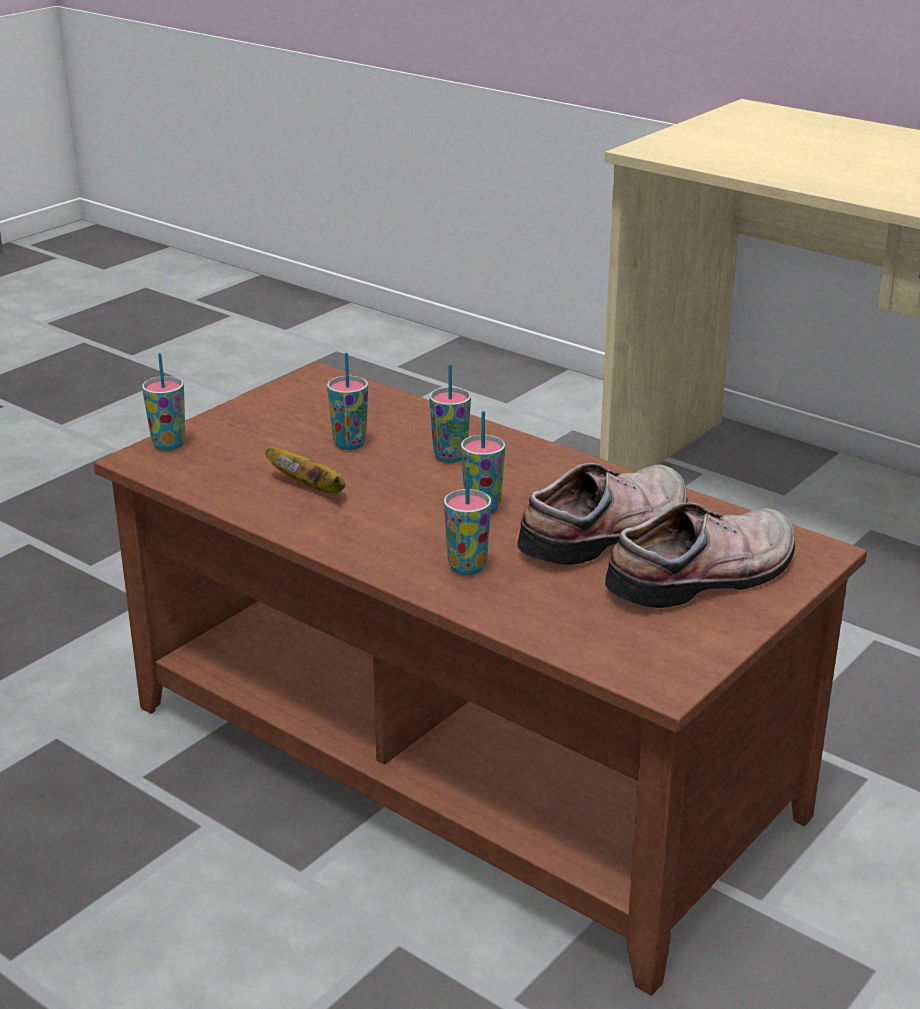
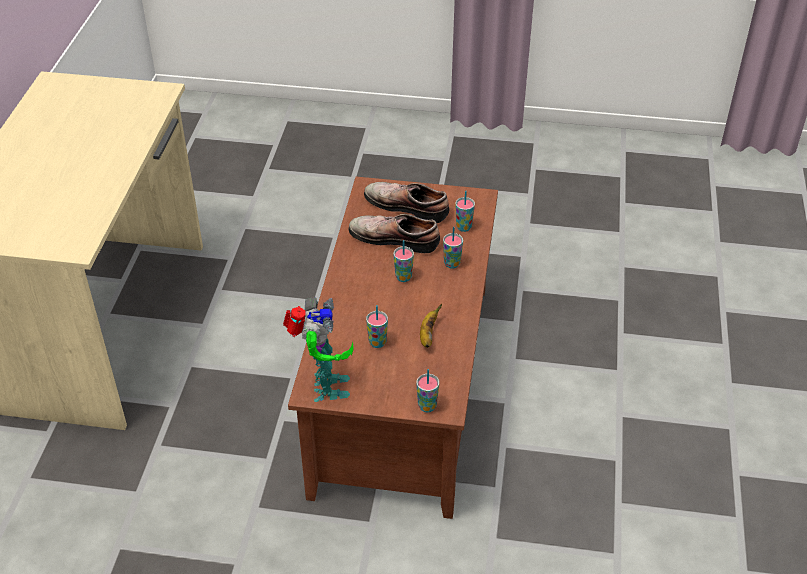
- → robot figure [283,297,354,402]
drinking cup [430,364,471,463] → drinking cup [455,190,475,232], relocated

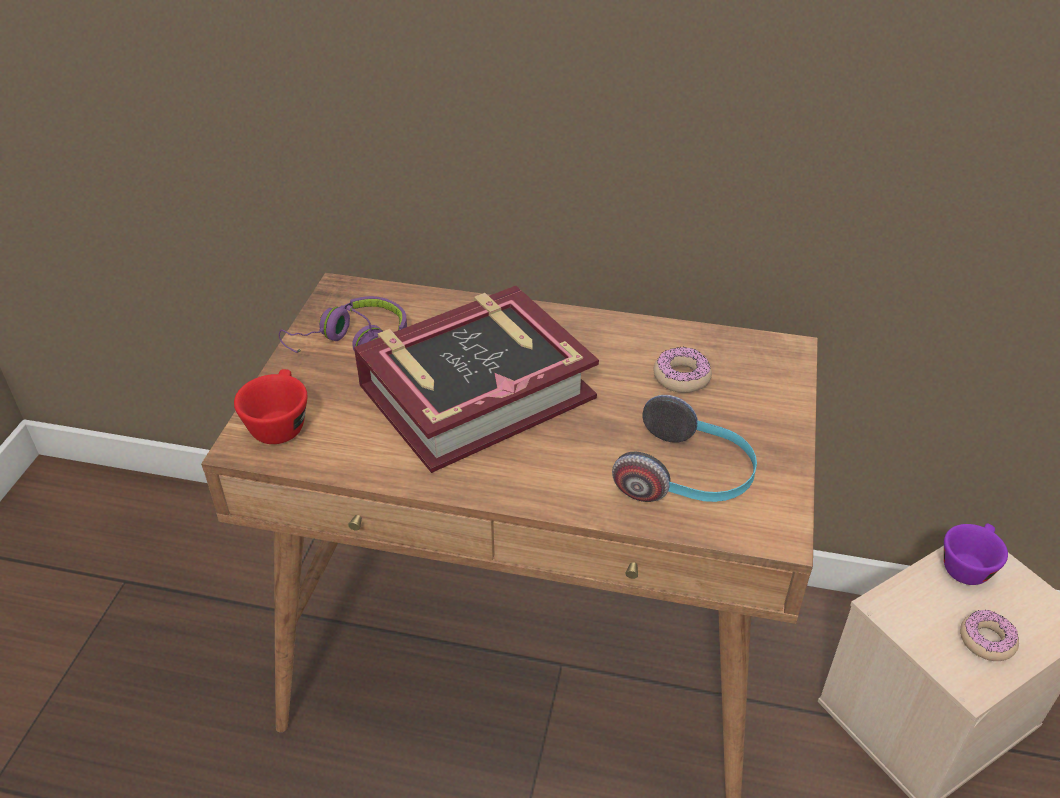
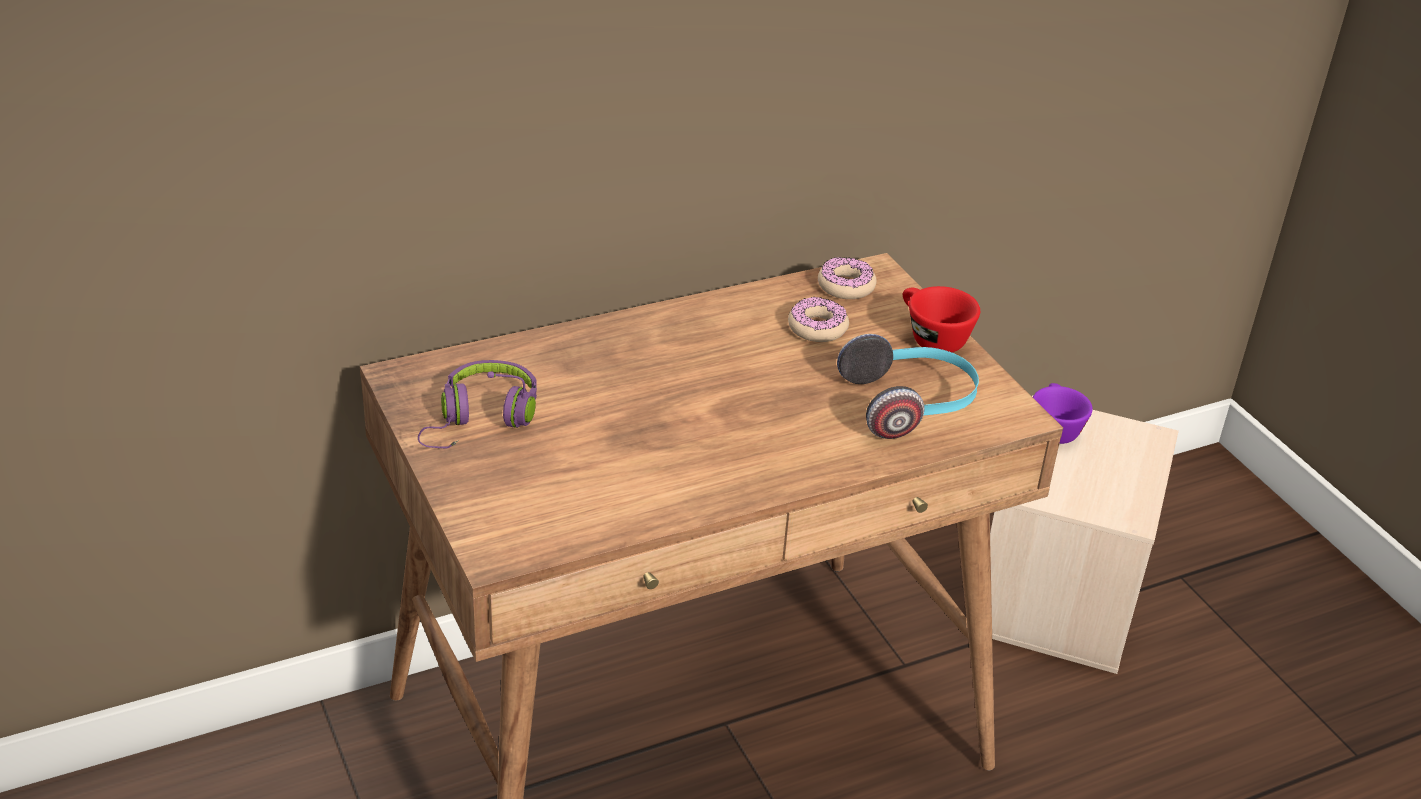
ring doughnut [960,609,1019,661] → ring doughnut [818,257,877,299], relocated
red-coloured drinking cup [234,369,307,444] → red-coloured drinking cup [903,286,980,352], relocated
volume [354,286,599,473] → -

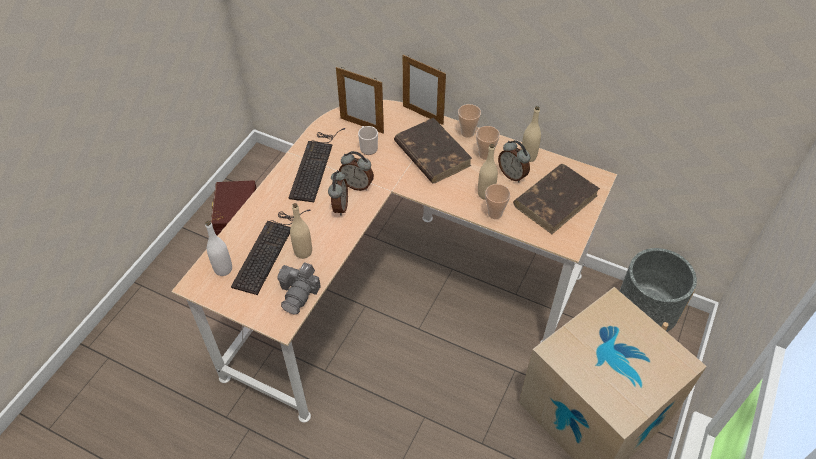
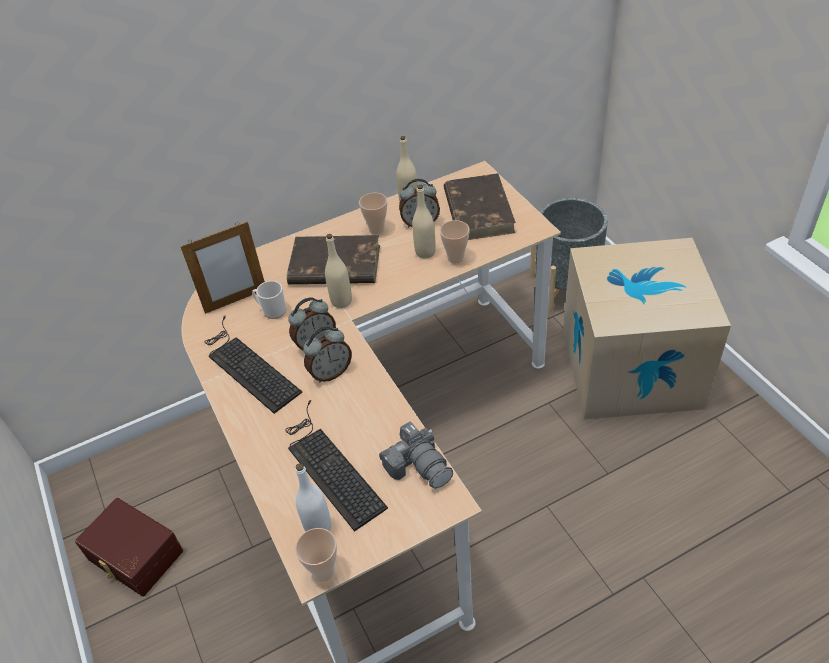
drinking cup [458,104,481,138] → drinking cup [295,528,337,582], relocated
alarm clock [328,170,348,216] → alarm clock [303,326,352,383], 105 degrees clockwise
sand-coloured drink bottle [290,203,312,259] → sand-coloured drink bottle [325,234,352,308], relocated
photo frame [403,55,446,125] → -

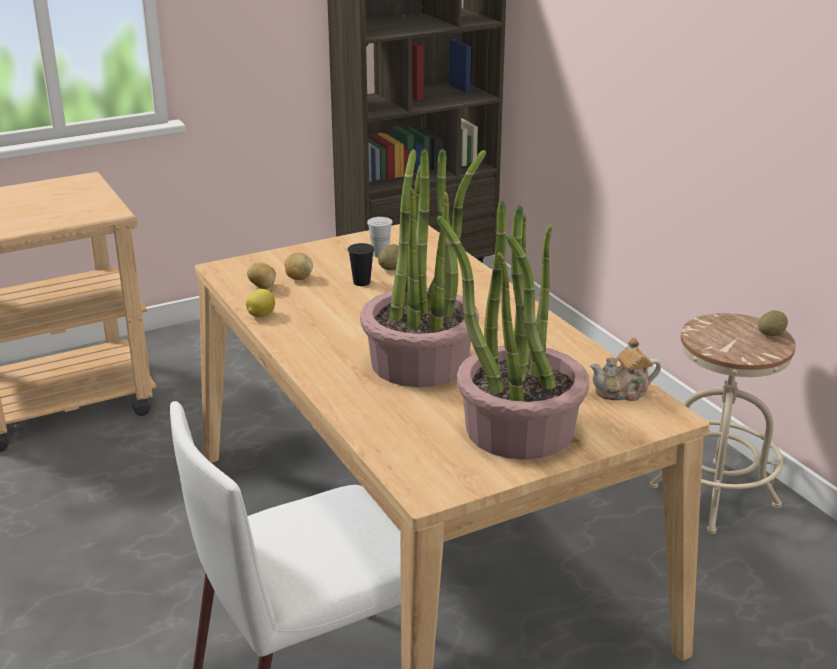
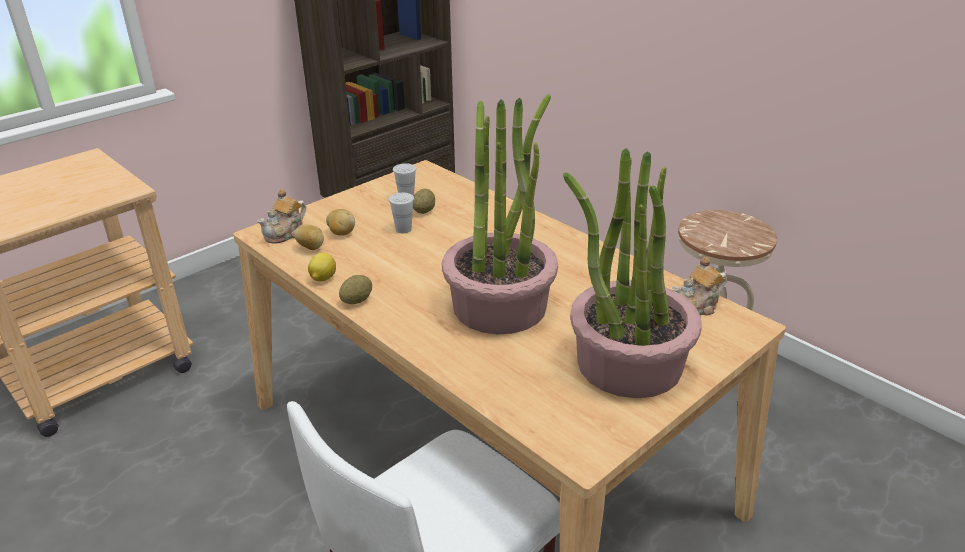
- → pot for tea [257,189,306,244]
potato [758,310,788,336] → potato [339,275,372,304], relocated
black-coloured drinking cup [348,243,374,286] → whitish drinking cup [389,193,414,233]

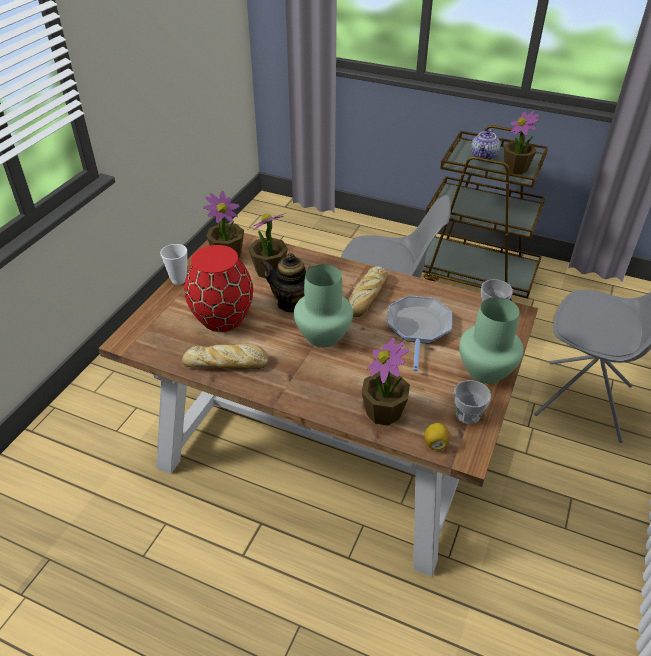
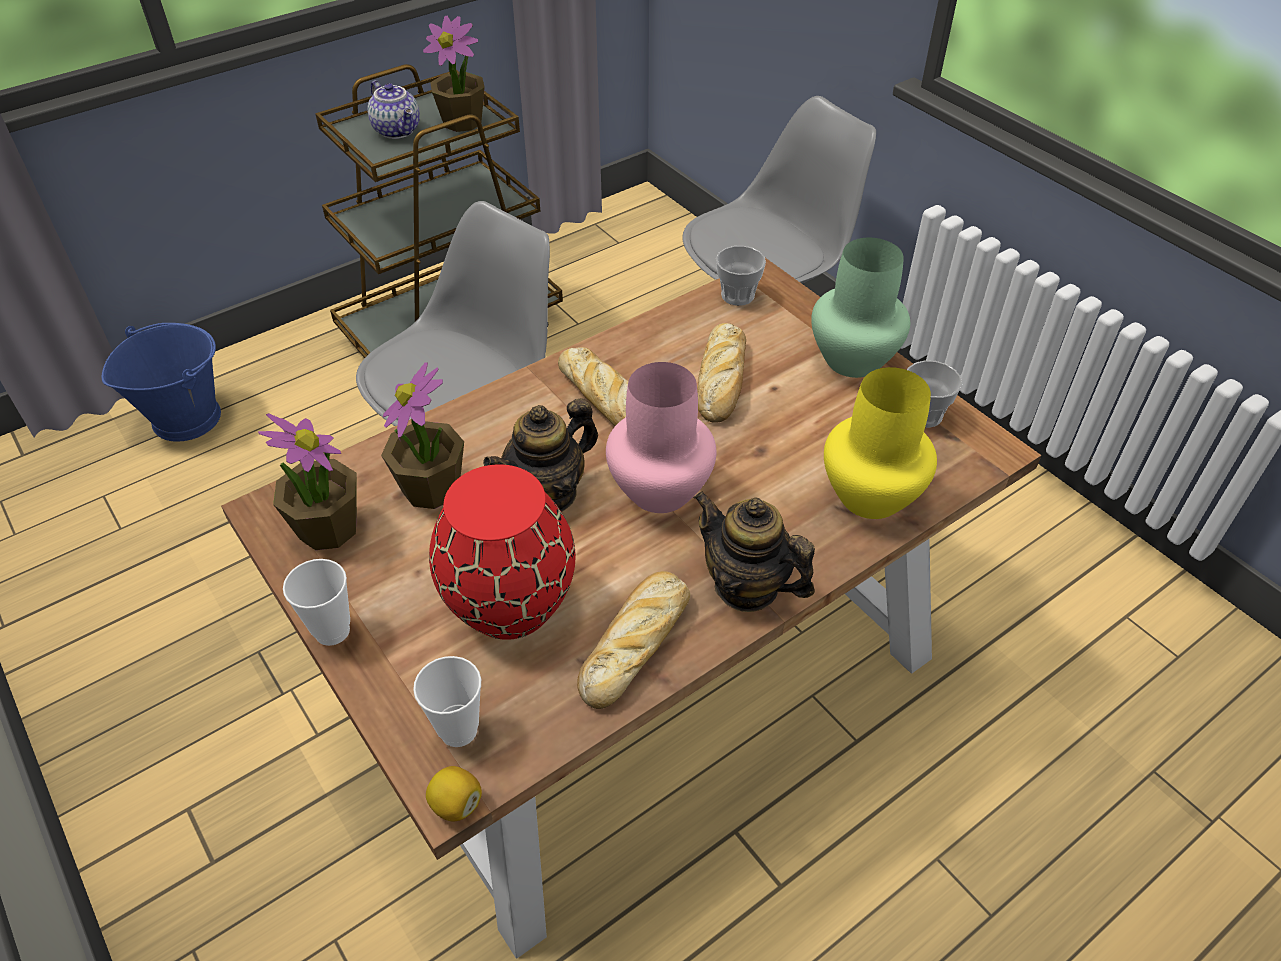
- → bluish bucket [102,323,221,442]
- → drinking cup [413,656,481,747]
whole lemon [424,423,450,450] → whole lemon [426,766,482,821], relocated
green-coloured flower vase [294,264,353,347] → pink-coloured flower vase [606,362,717,513]
- → pot for tea [694,491,815,612]
pan [387,296,452,371] → baked bread [697,323,746,423]
potted plant [361,338,410,426] → yellow flower vase [824,367,937,519]

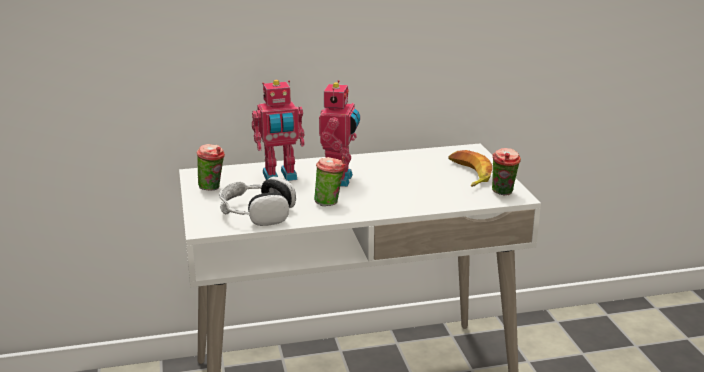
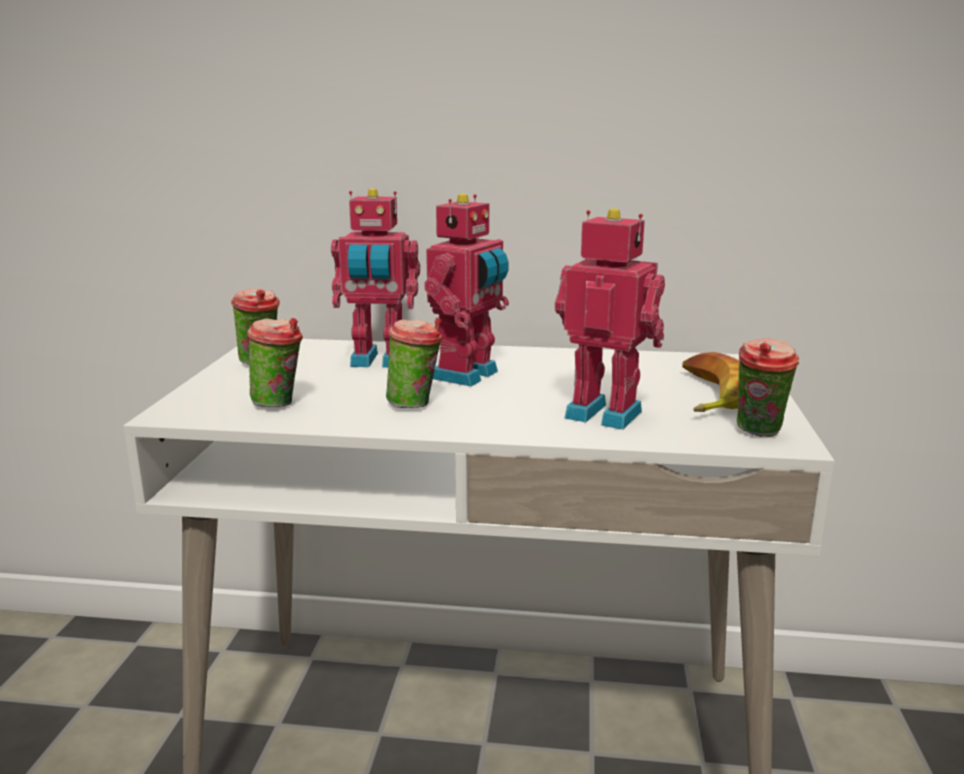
pair of headphones [219,176,296,226] → drinking cup [247,318,303,407]
- → robot figure [555,208,665,430]

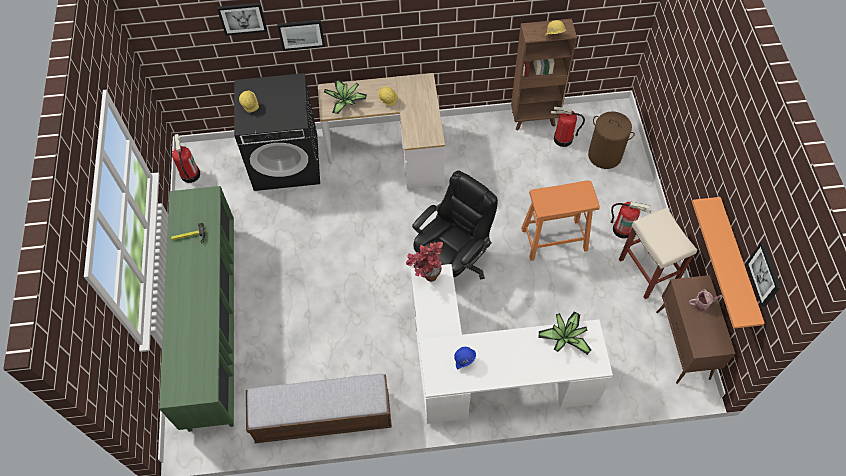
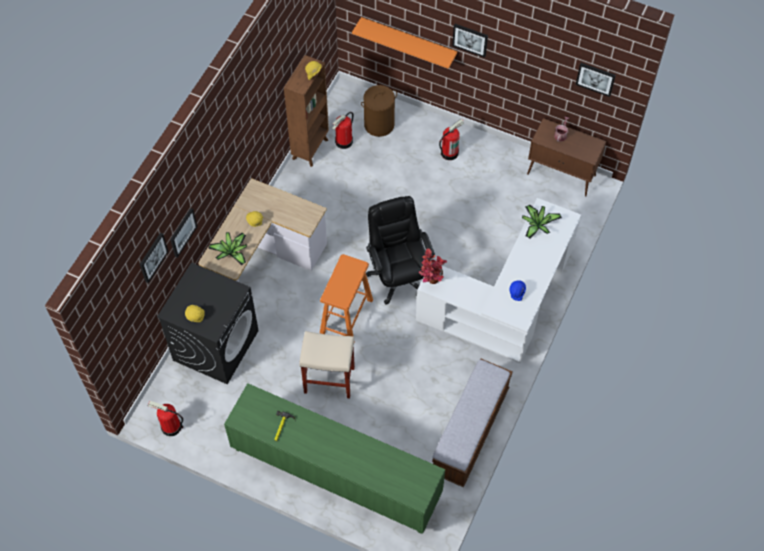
sand-coloured sitting stool [619,208,697,299] → sand-coloured sitting stool [299,331,355,399], relocated
orange sitting stool [521,180,600,261] → orange sitting stool [320,254,373,336], relocated
orange bracket shelf [692,197,765,329] → orange bracket shelf [352,17,457,69], relocated
- → picture [452,24,488,58]

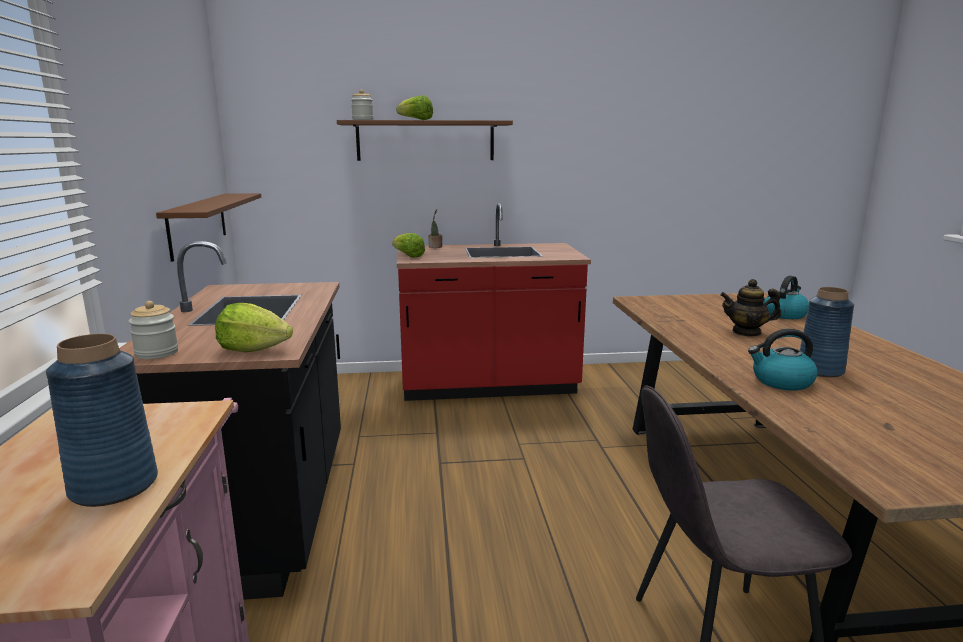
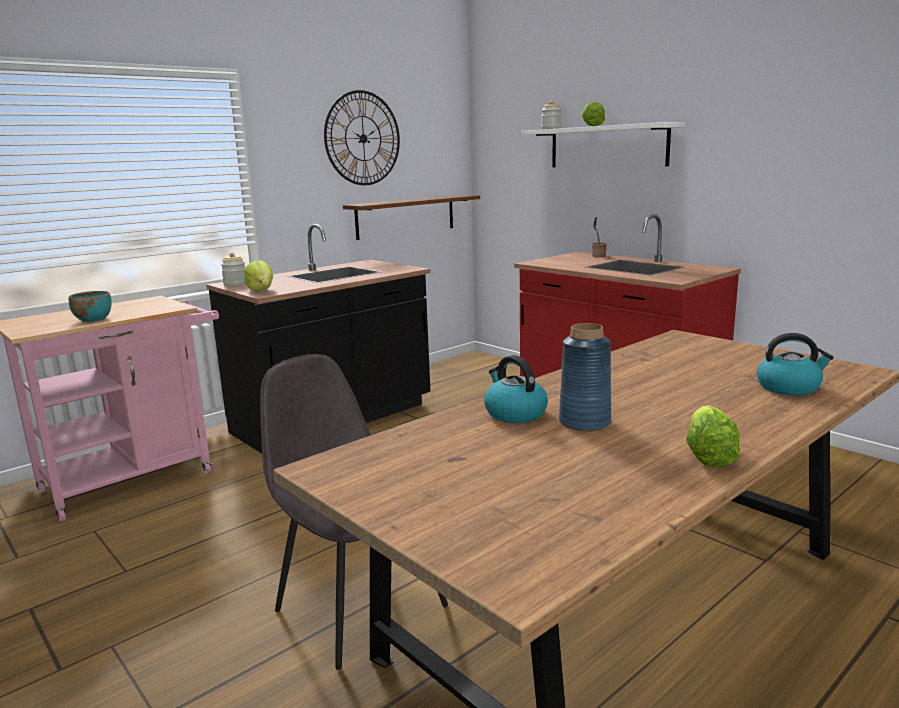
bluish flower vase [46,334,158,507] → turquoise serving bowl [69,291,112,322]
- → clock on the wall [324,90,400,185]
brown-coloured bracket shelf [337,120,513,161] → whitish bracket shelf [521,122,685,167]
head of lettuce [392,233,425,258] → head of lettuce [686,405,740,467], relocated
pot for tea [720,279,781,337] → -

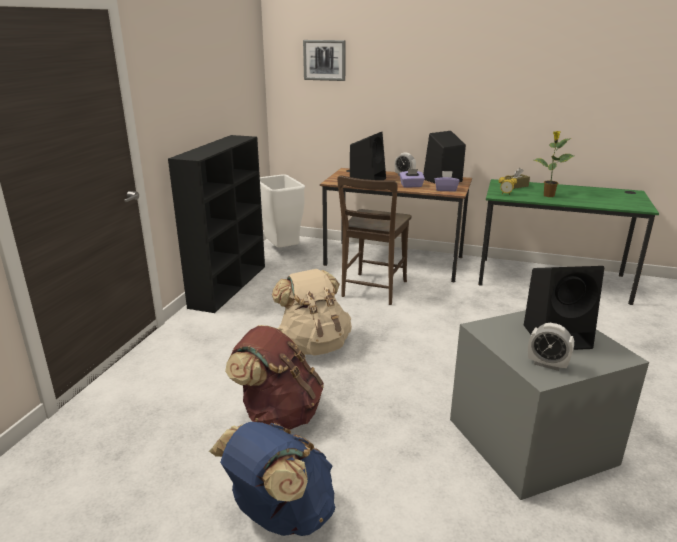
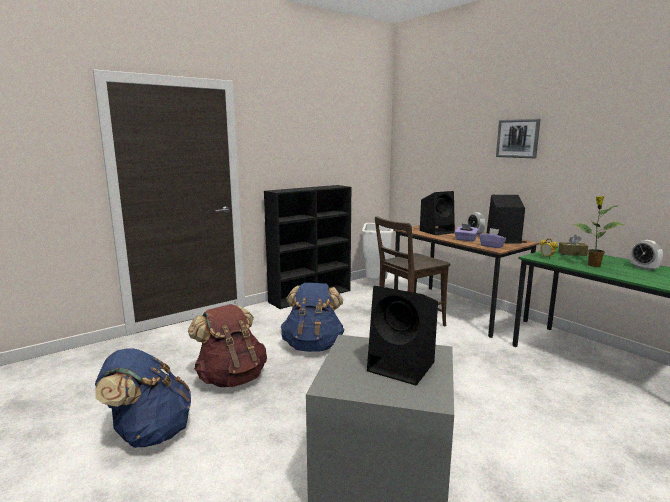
sand-coloured rucksack [272,269,352,356] → bluish rucksack [281,283,345,352]
picture [303,40,346,81] → picture [496,119,541,158], relocated
alarm clock [528,323,574,371] → alarm clock [630,240,663,271], relocated

